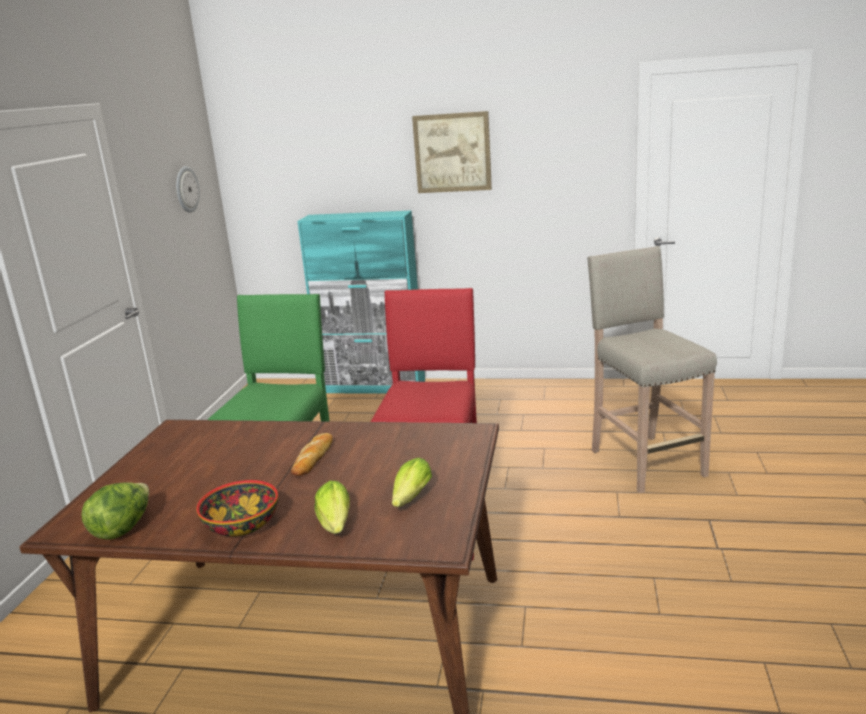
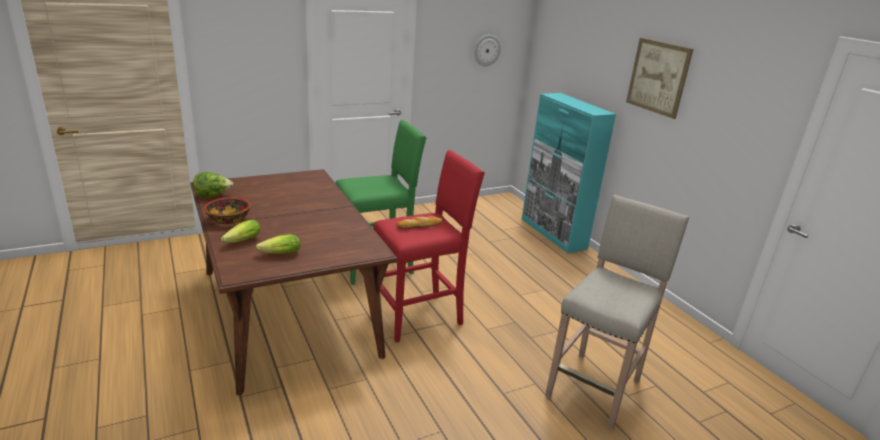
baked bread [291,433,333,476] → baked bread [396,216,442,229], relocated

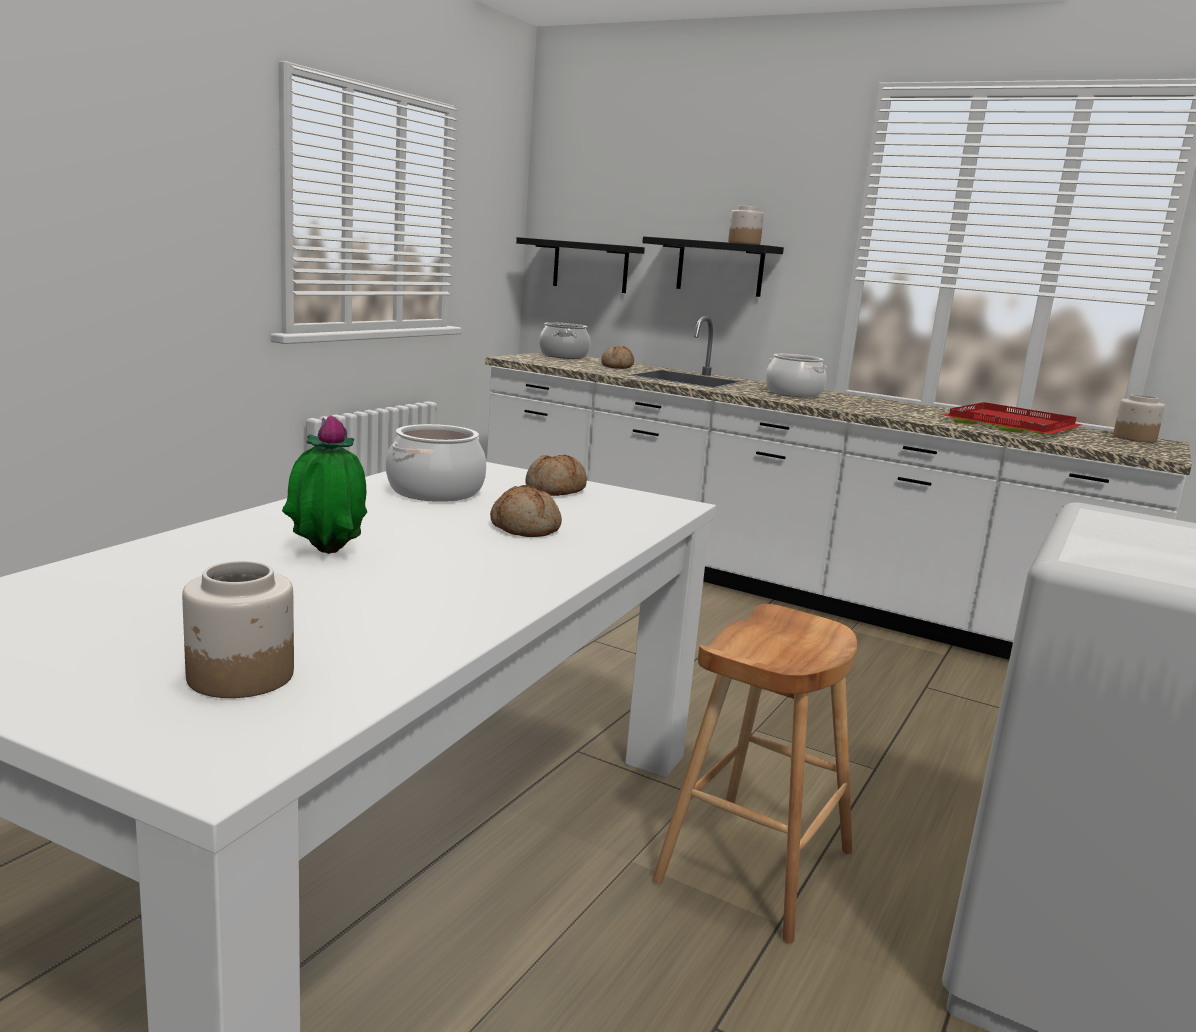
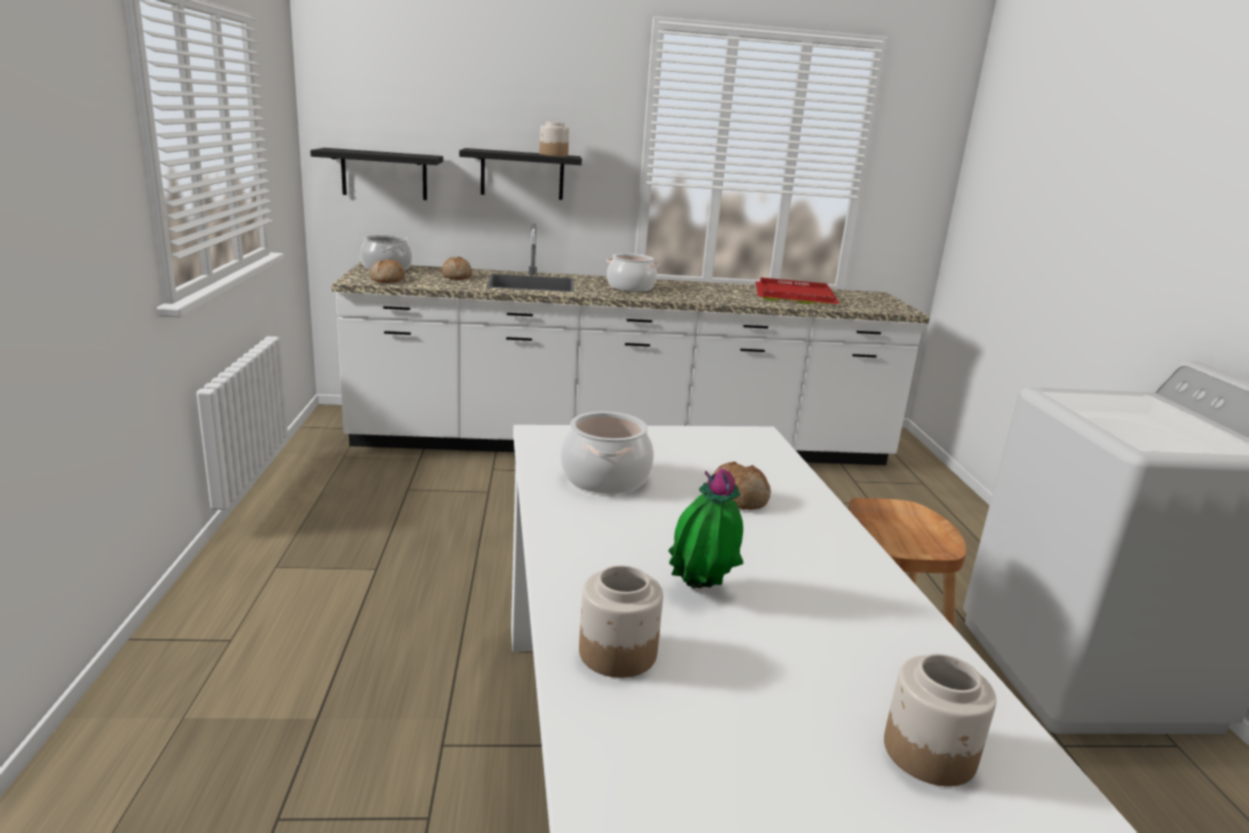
baked bread [525,455,587,496] → baked bread [370,259,405,283], relocated
storage jar [1113,394,1165,443] → storage jar [579,565,663,678], relocated

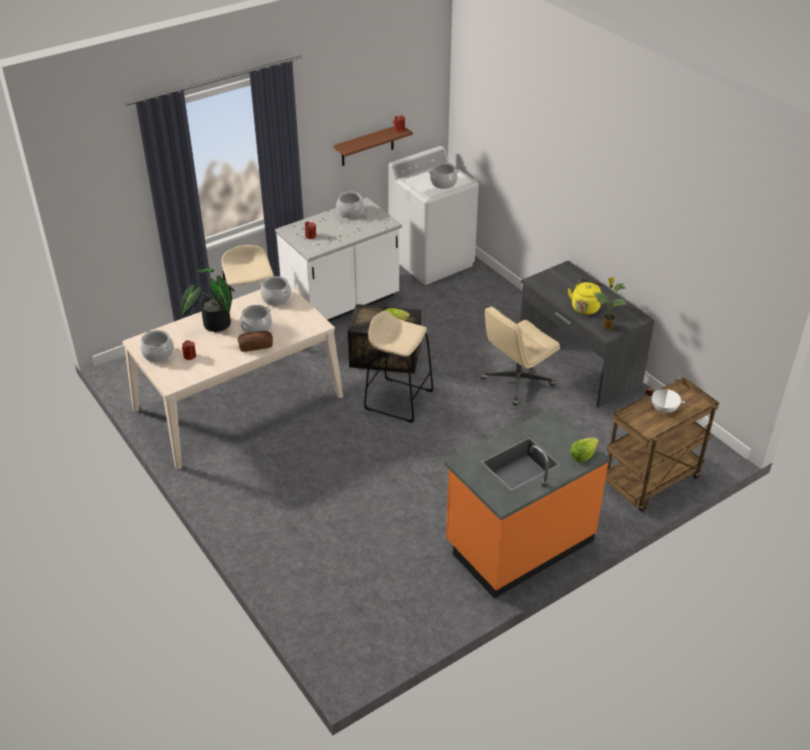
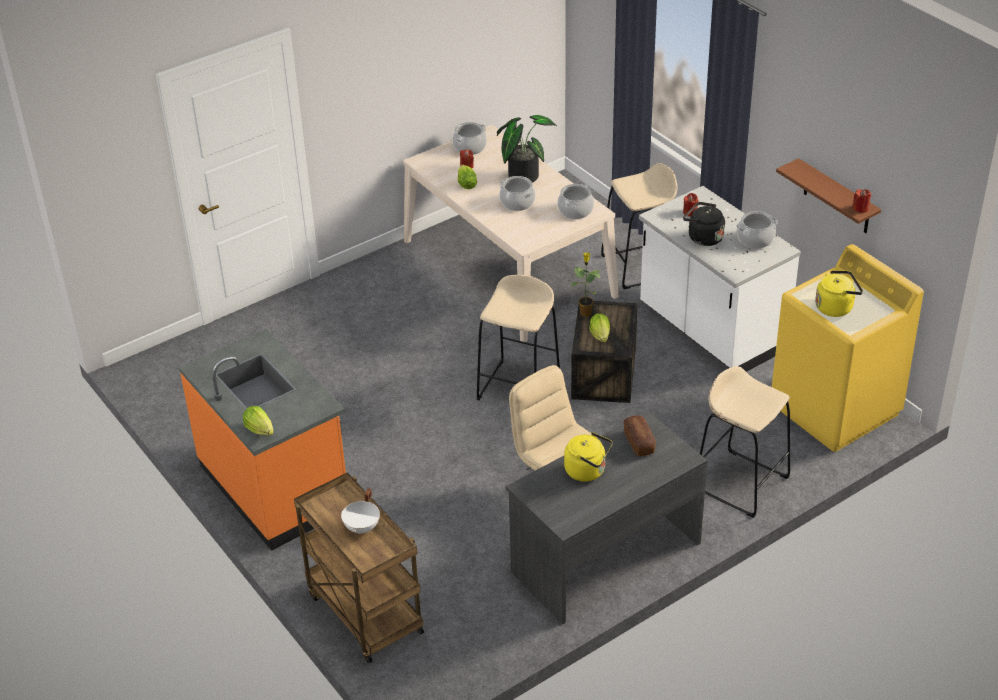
- → head of lettuce [458,165,477,189]
potted plant [594,277,627,330] → potted plant [571,252,600,317], relocated
baked bread [237,331,273,352] → baked bread [623,415,656,456], relocated
- → black-coloured tea kettle [683,202,725,246]
- → sand-coloured sitting stool [700,366,790,518]
whitish washing machine [388,146,479,285] → yellow washing machine [772,244,924,452]
saucepot [429,163,459,189] → yellow tea kettle [815,270,863,317]

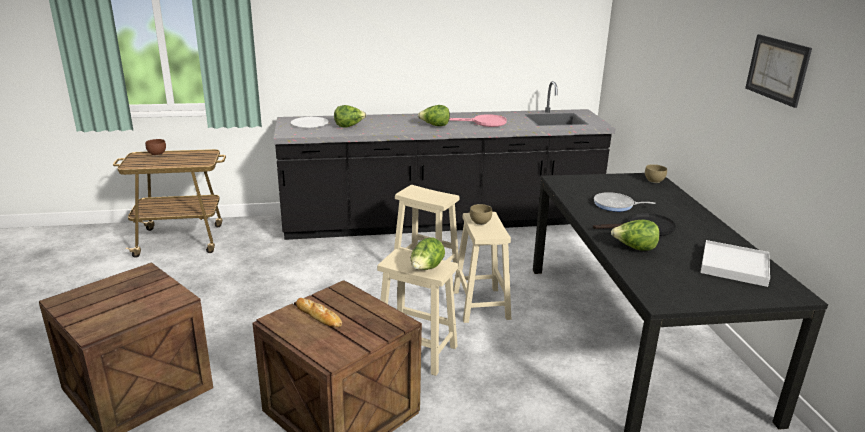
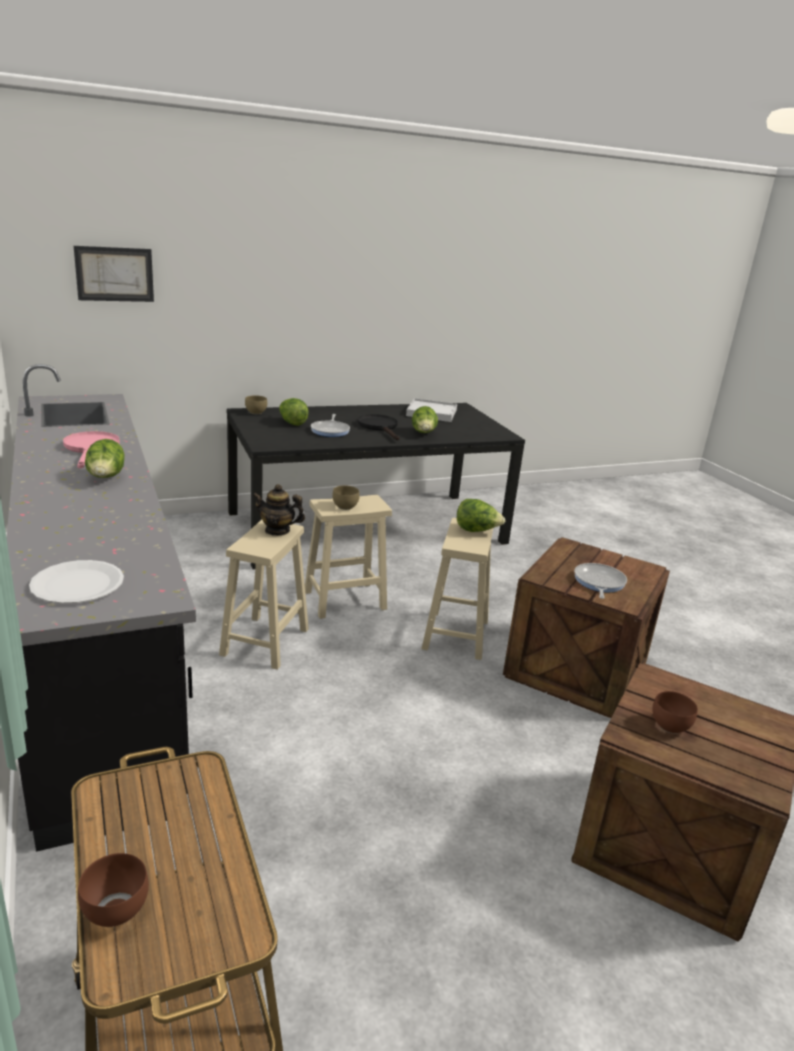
picture [745,34,812,108] → picture [74,246,154,302], relocated
- → pot for tea [252,484,305,536]
head of lettuce [334,105,366,127] → head of lettuce [279,398,309,426], relocated
baked bread [296,298,342,327] → pan [574,563,627,599]
- → brown-coloured serving bowl [652,691,698,734]

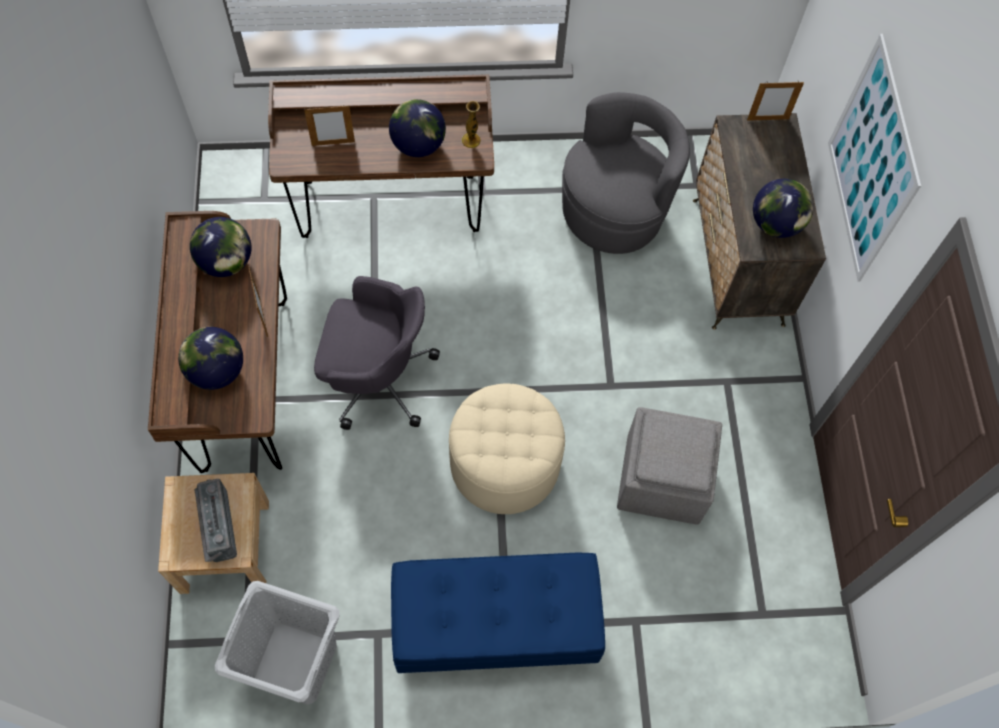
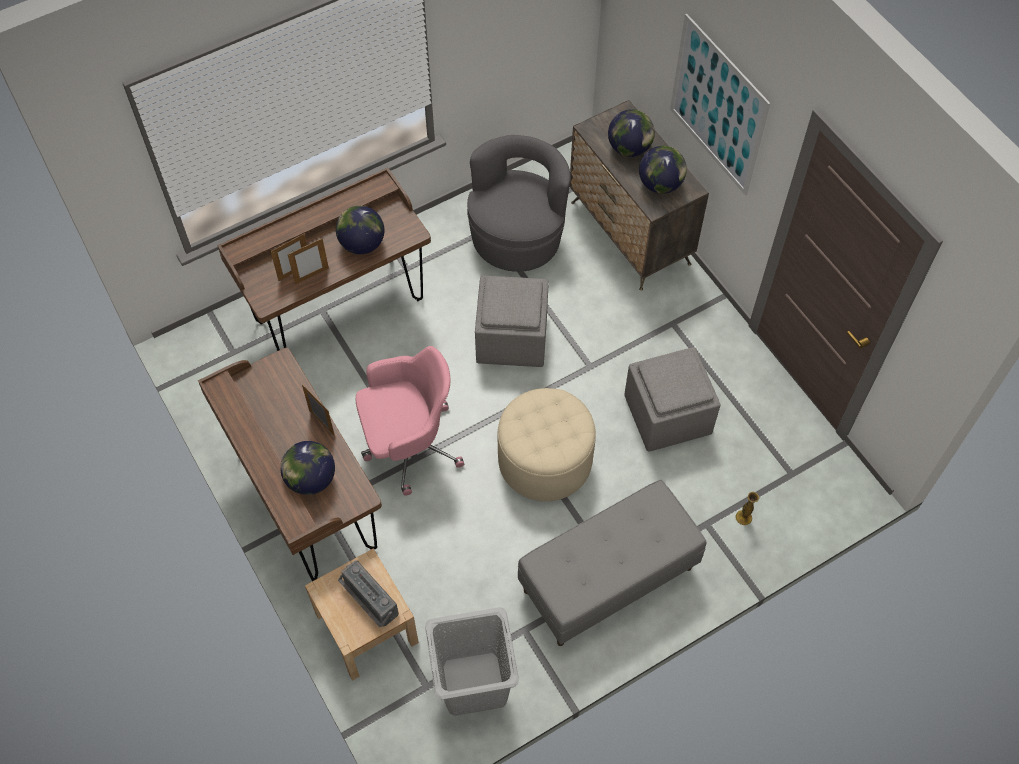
photo frame [747,81,804,121] → photo frame [287,238,329,284], relocated
grey desk chair [314,276,440,430] → pink-coloured desk chair [356,346,464,496]
- → grey pouffe [475,276,549,367]
bluish long seat [391,552,605,673] → grey long seat [518,480,706,646]
globe [190,217,252,277] → globe [608,109,655,157], relocated
flower vase [462,101,481,148] → flower vase [735,492,759,525], relocated

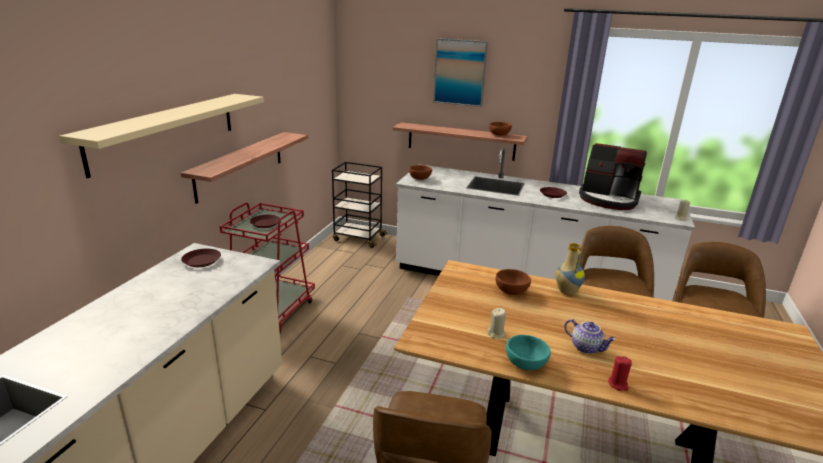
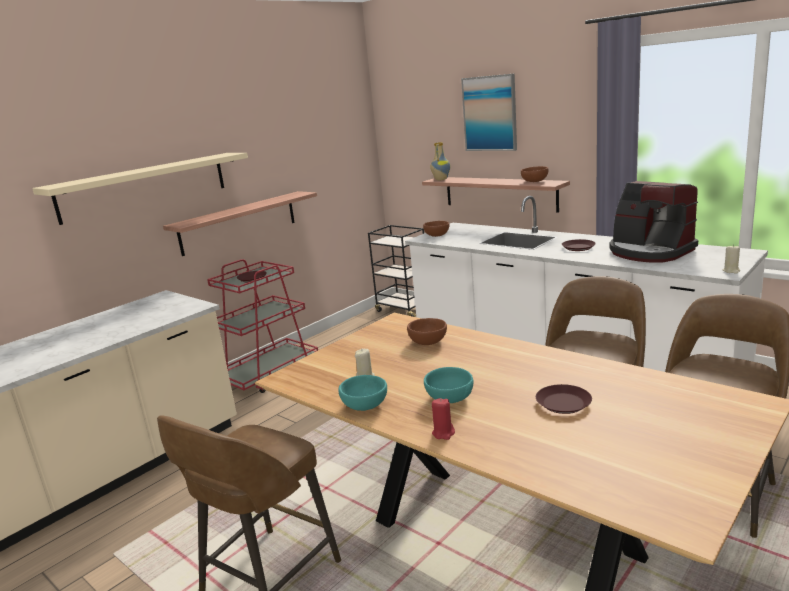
pot for tea [564,319,616,354] → turquoise serving bowl [424,367,474,403]
flower vase [555,242,585,295] → flower vase [430,142,450,180], relocated
brown-coloured dinner plate [181,248,221,267] → brown-coloured dinner plate [536,384,592,414], relocated

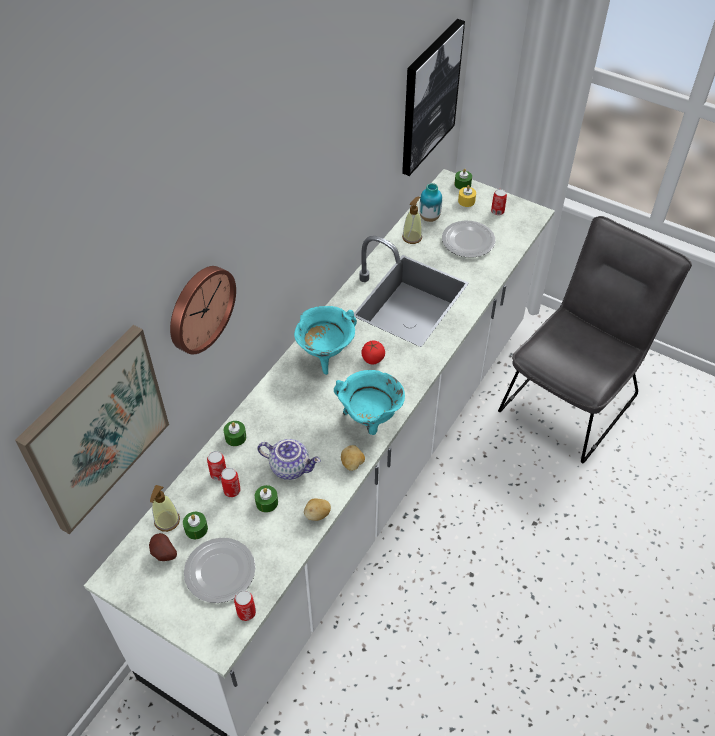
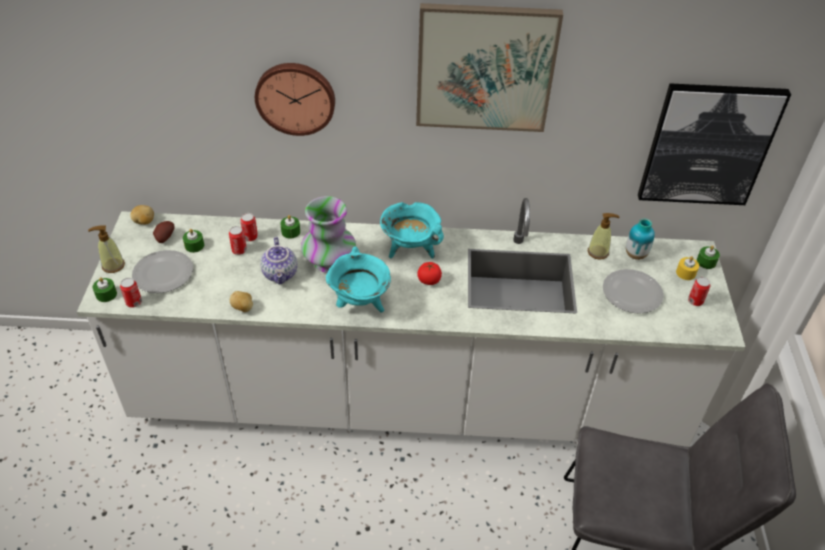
soap bottle [150,485,180,532] → soap bottle [88,225,125,273], relocated
green-coloured wax candle [255,485,278,513] → green-coloured wax candle [92,277,117,302], relocated
potato [341,445,365,471] → potato [130,205,154,225], relocated
- → flower vase [301,196,356,273]
picture [15,325,169,534] → picture [416,3,563,132], relocated

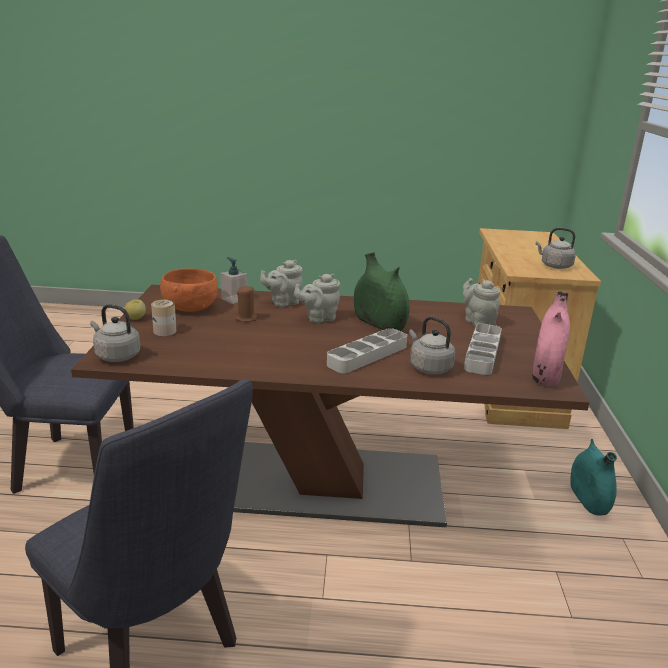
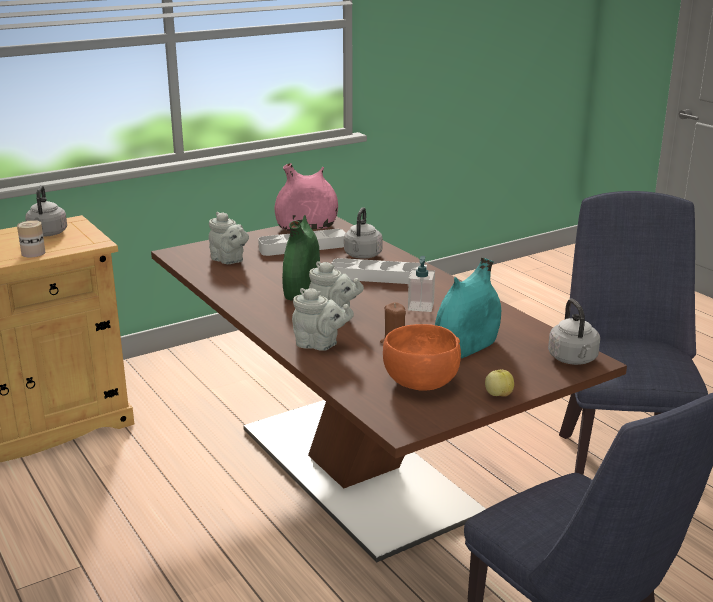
metal can [151,300,176,336] → metal can [17,220,46,258], relocated
grey pot for tea [463,278,500,326] → grey pot for tea [209,212,249,264], 75 degrees counterclockwise
soap bottle [220,257,247,304] → soap bottle [408,256,435,312], relocated
turquoise flower vase [570,439,617,516] → turquoise flower vase [435,257,501,358], relocated

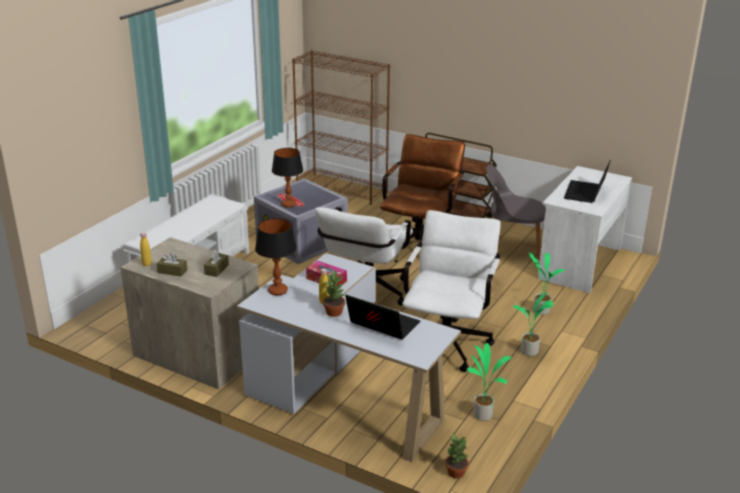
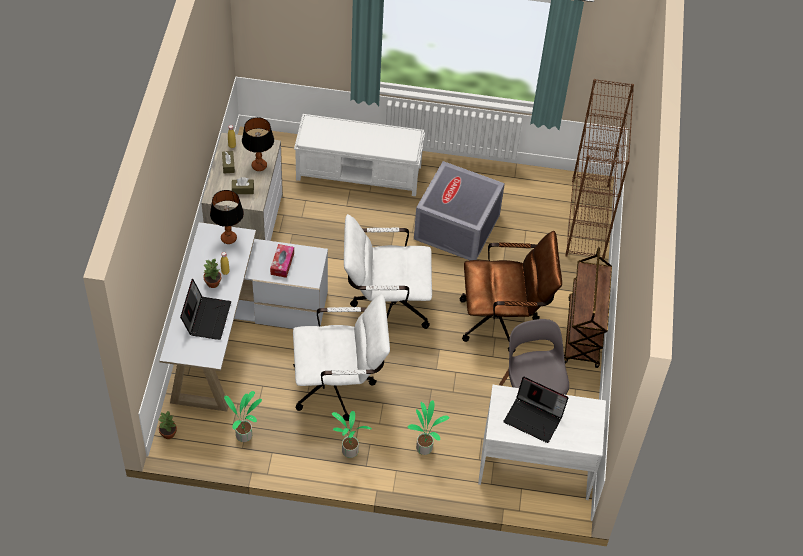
tabletop lamp [272,148,303,208] → tabletop lamp [242,117,274,171], relocated
portable computer [564,161,610,203] → portable computer [503,377,568,443], 150 degrees counterclockwise

